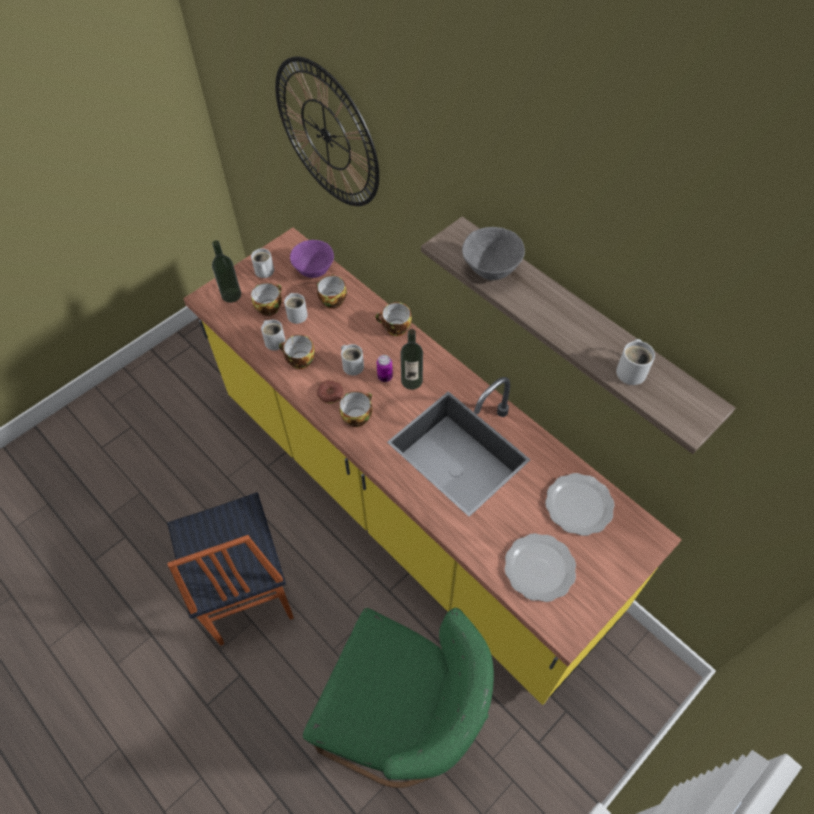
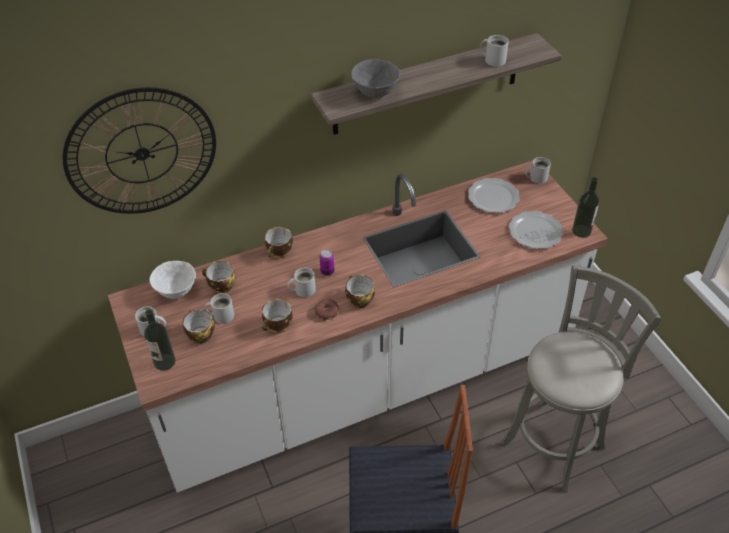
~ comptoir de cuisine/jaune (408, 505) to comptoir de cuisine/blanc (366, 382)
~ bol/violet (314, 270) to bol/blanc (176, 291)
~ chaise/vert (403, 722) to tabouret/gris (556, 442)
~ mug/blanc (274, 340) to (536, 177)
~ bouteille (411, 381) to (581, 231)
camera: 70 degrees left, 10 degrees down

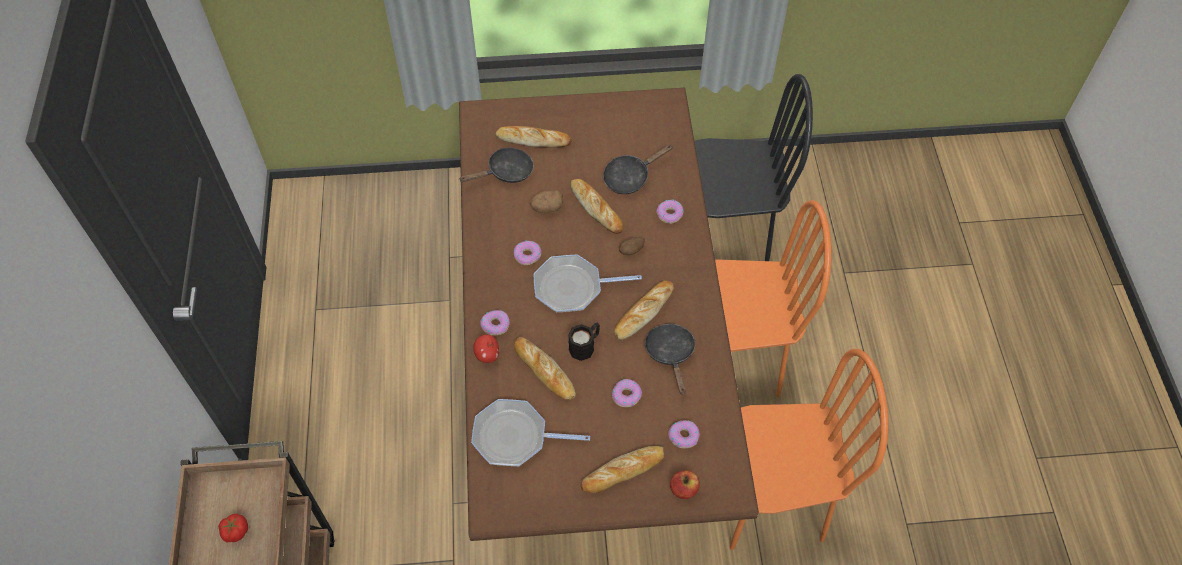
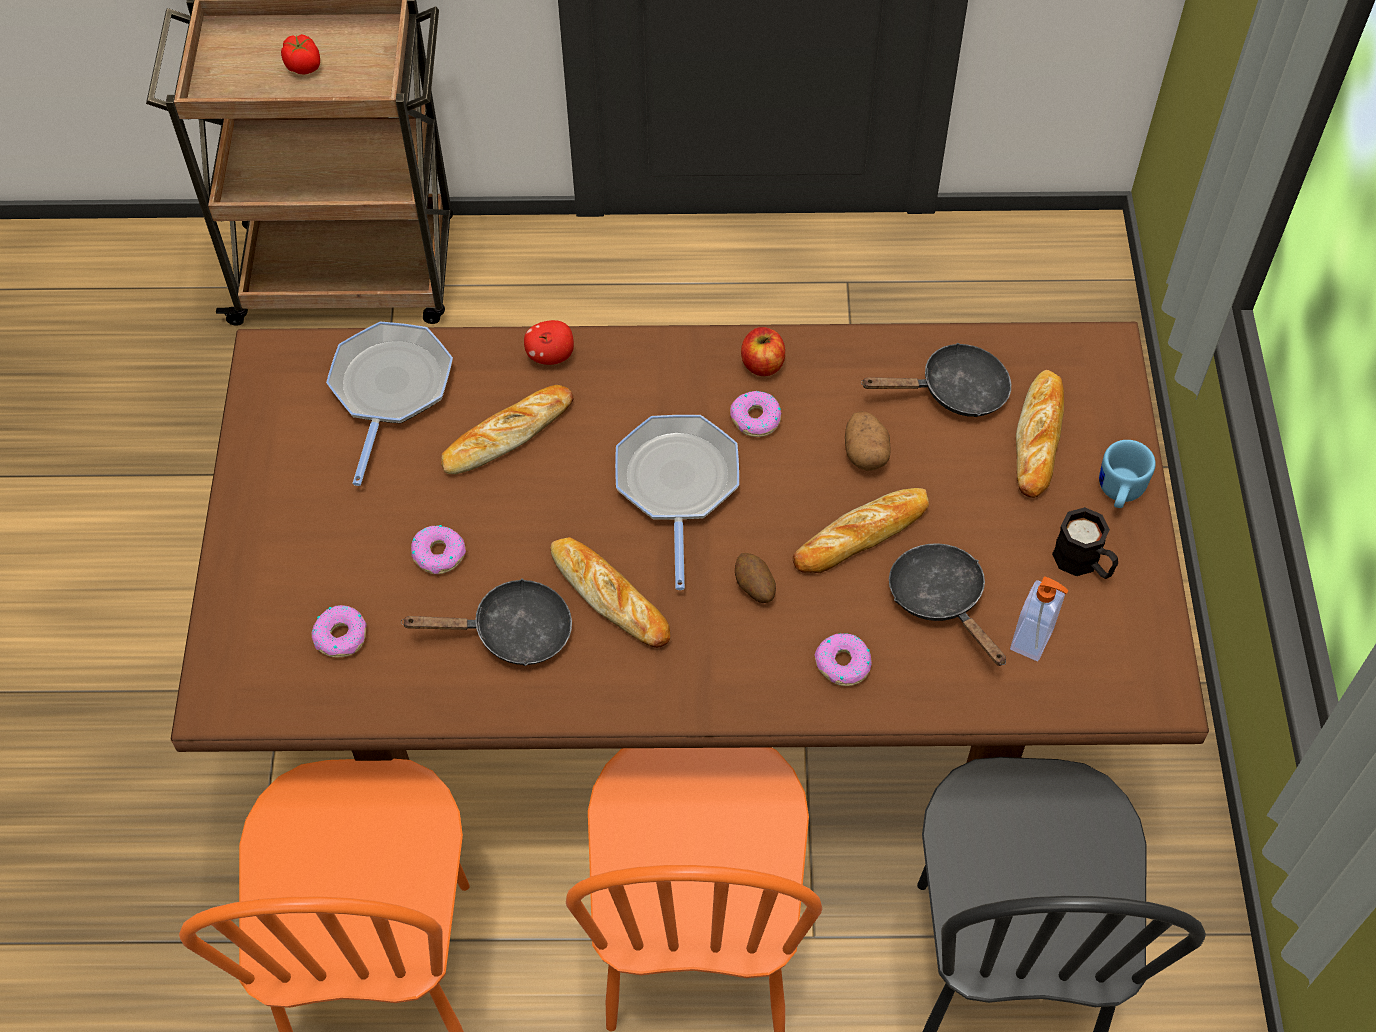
~ pomme (684, 489) to (762, 364)
~ poêle/noir (506, 172) = (954, 391) 75 degrees counterclockwise
+ distributeur de savon (1033, 640)
~ mug/noir (585, 346) to (1083, 563)
+ mug/bleu (1118, 492)
- beignet (495, 325)
- pain (623, 471)
camera: 95 degrees right, 0 degrees up

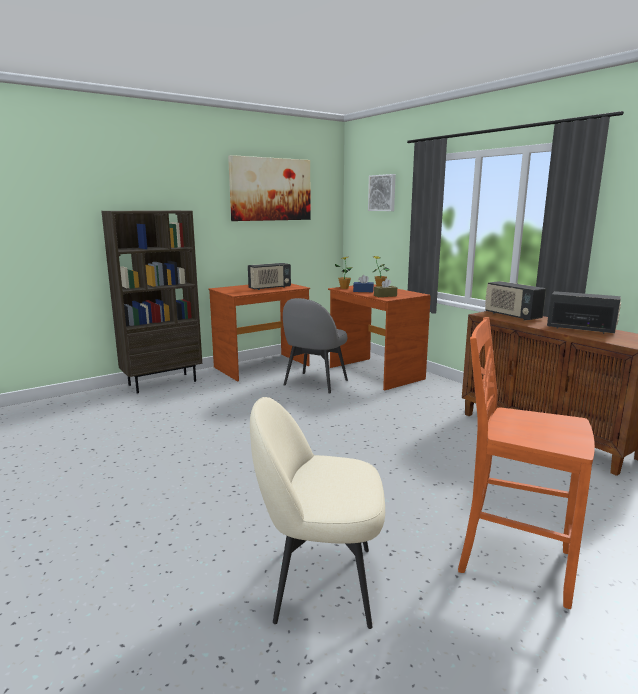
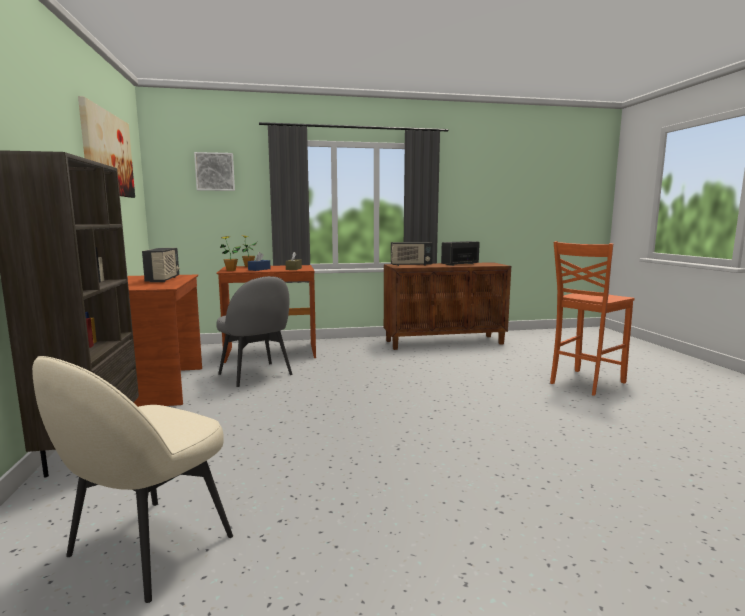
~ chaise/beige (320, 582) to (147, 548)
camera: 65 degrees left, 5 degrees down

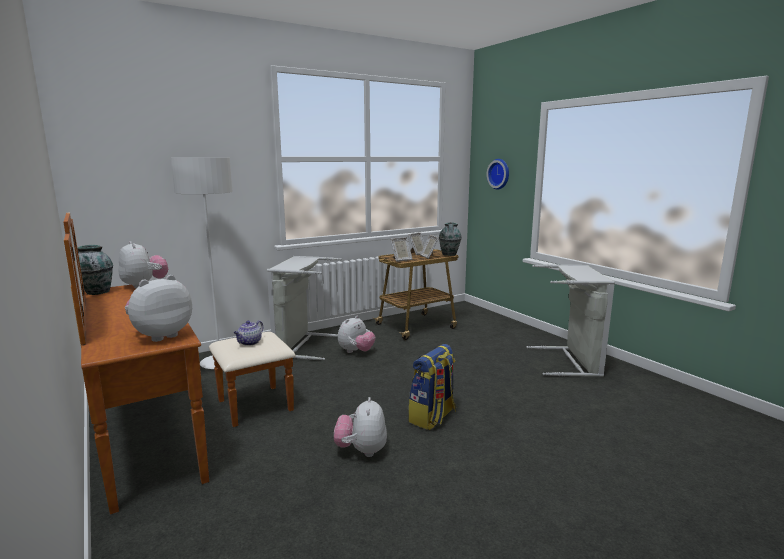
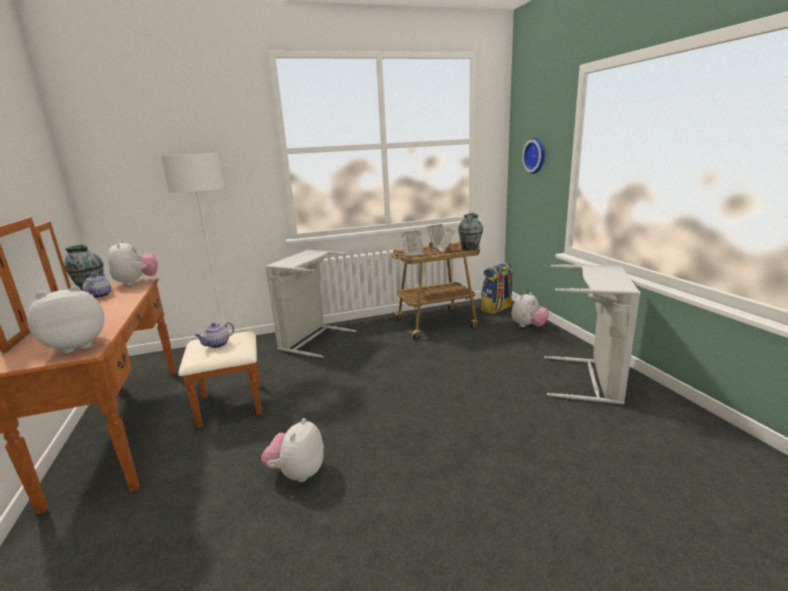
+ théière (99, 296)
~ sac à dos (433, 417) to (497, 309)
~ peluche (356, 351) to (528, 326)
camera: 15 degrees right, 5 degrees up

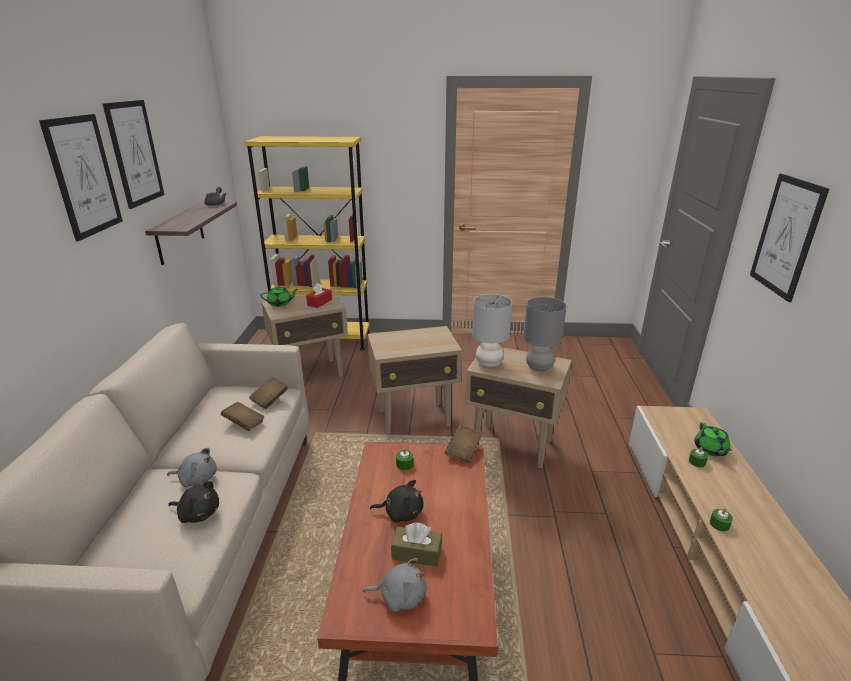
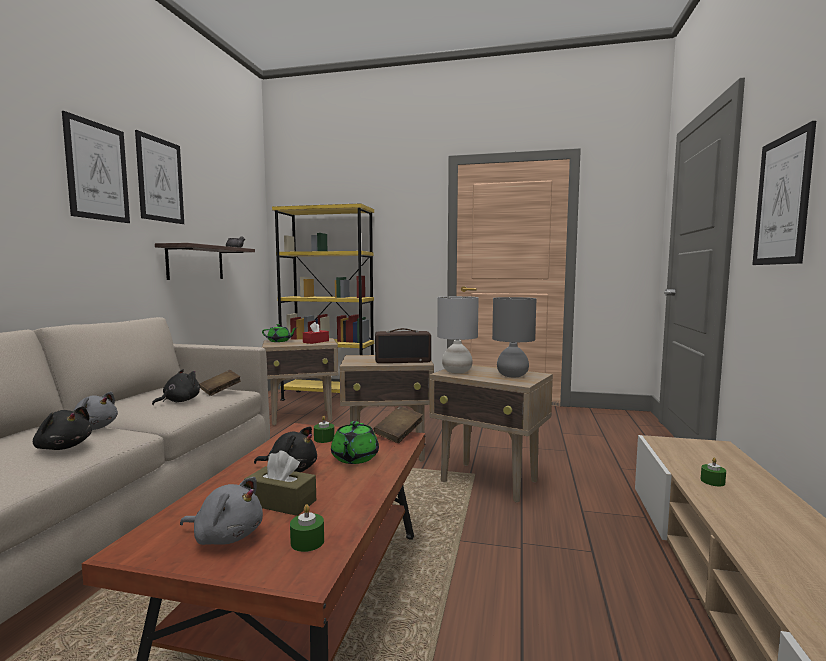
~ livre/marron (244, 424) to peluche/noir (179, 401)
~ bougie/vert (719, 524) to (307, 542)
~ théière/vert (710, 449) to (354, 458)
+ radio (403, 360)
camera: 10 degrees right, 20 degrees down

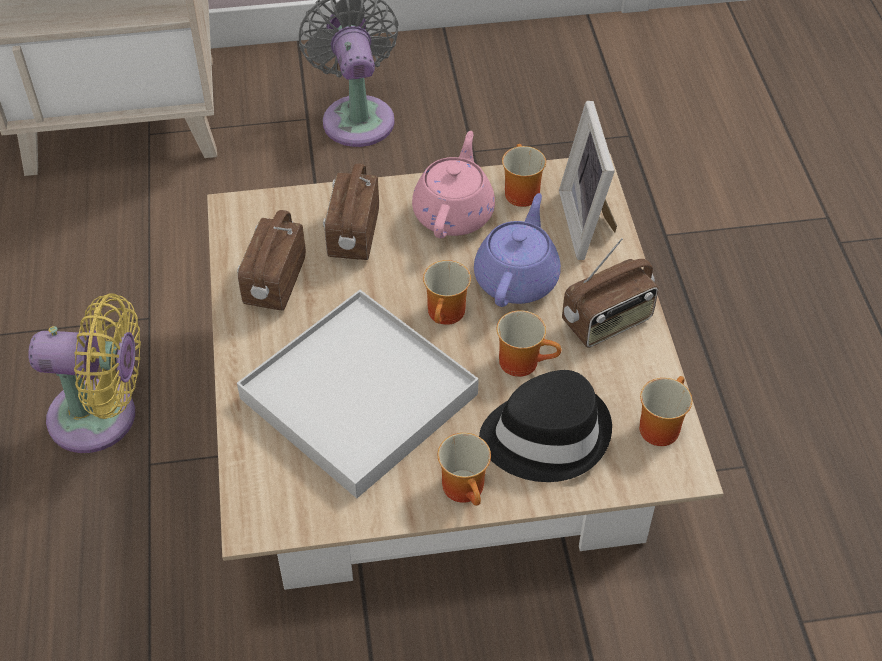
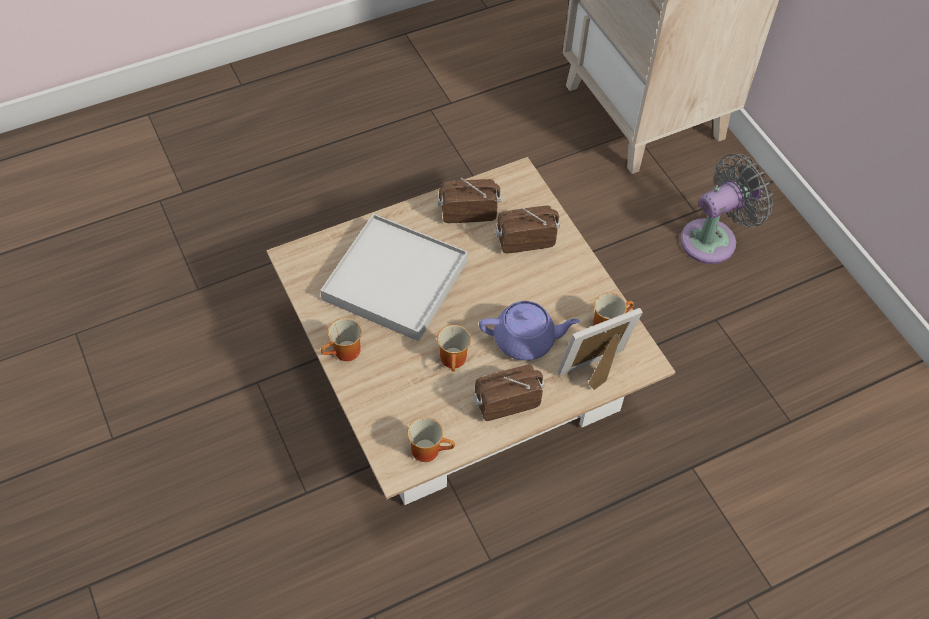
~ radio (607, 323) = (506, 402) 120 degrees clockwise
- ventilateur/jaune (102, 417)
- théière/rose (454, 212)
- mug (448, 315)
- chapeau/noir (545, 435)
camera: 70 degrees right, 5 degrees up

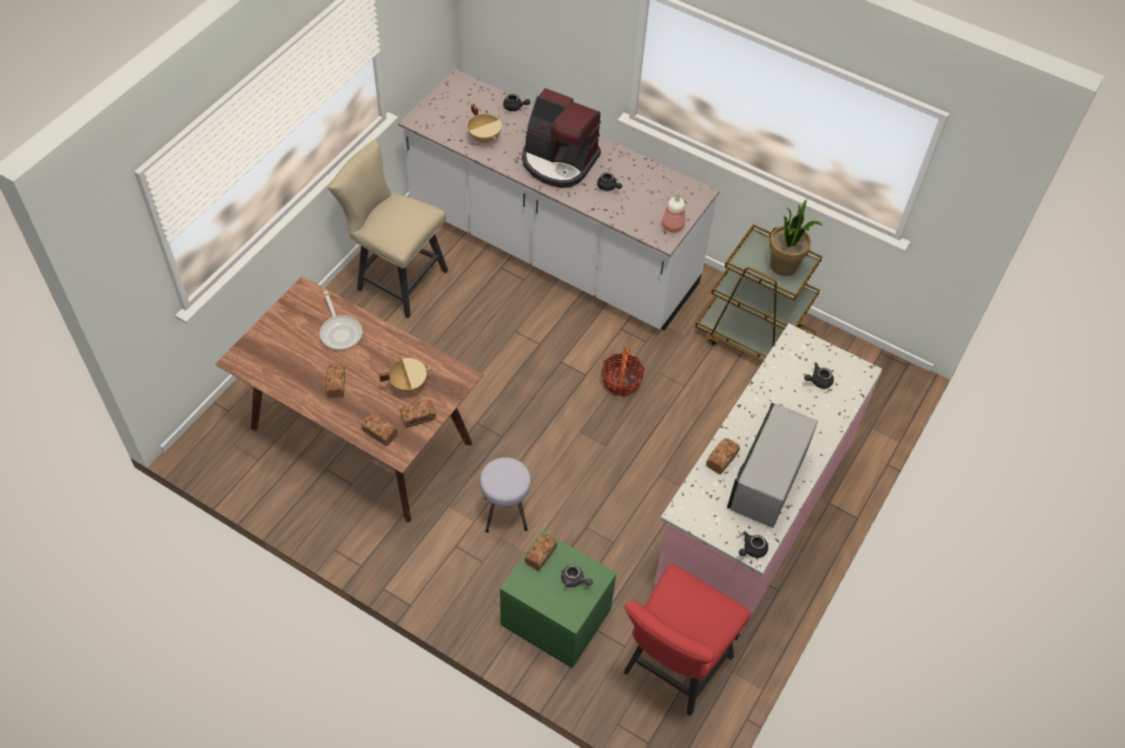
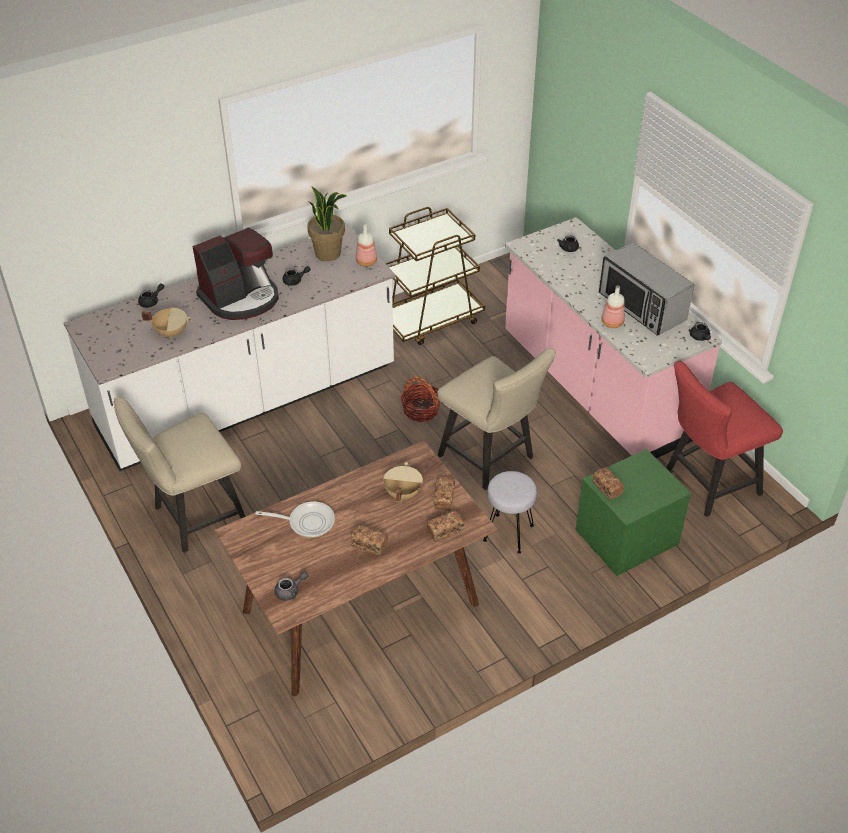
~ théière/gris (575, 580) to (291, 591)
~ plante en pot (784, 265) to (328, 253)
+ chaise/beige (491, 459)
~ pain (721, 459) to bouteille (611, 322)
~ chaise/rouge (672, 670) = (706, 485) 90 degrees clockwise
camera: 60 degrees left, 10 degrees down

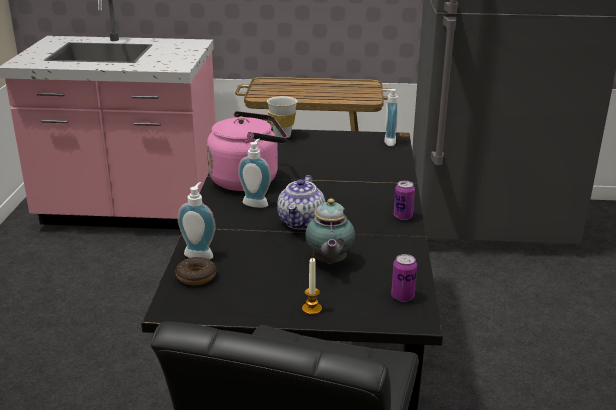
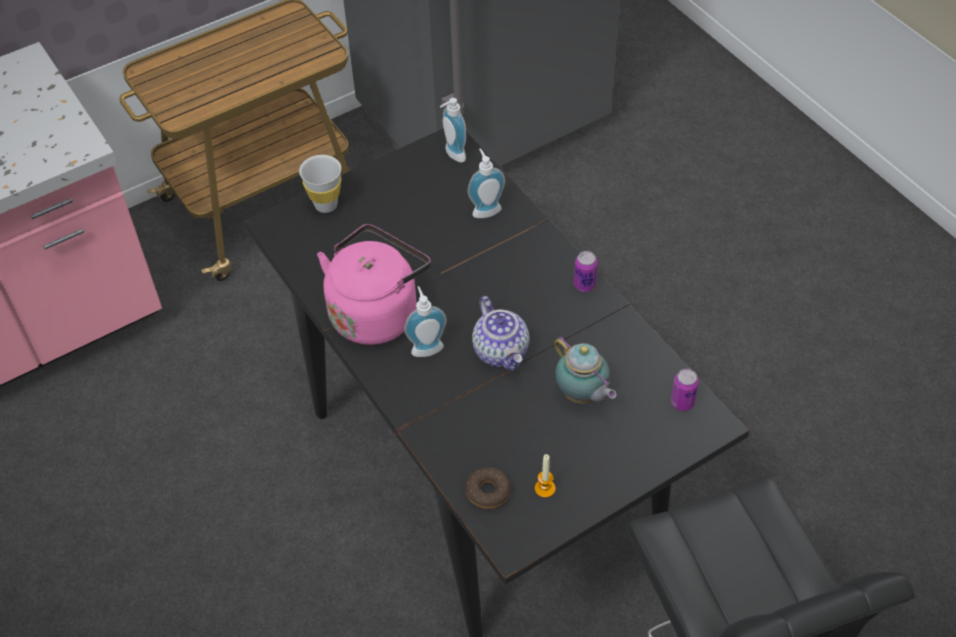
~ distributeur de savon (200, 254) to (485, 209)
~ bougie (311, 309) to (545, 488)
camera: 35 degrees left, 25 degrees up

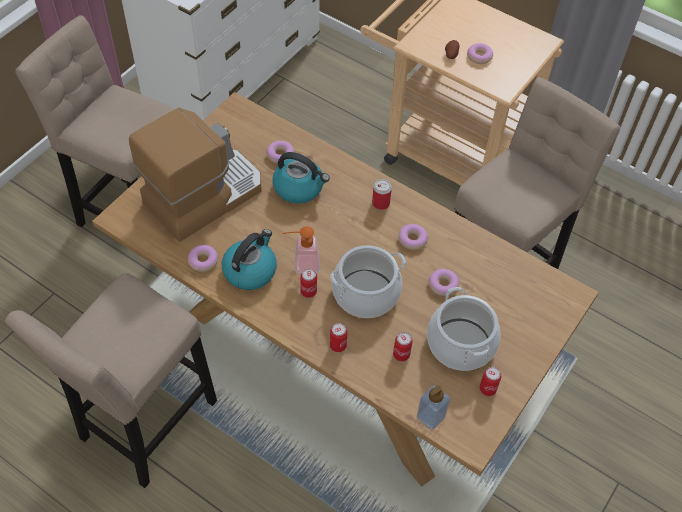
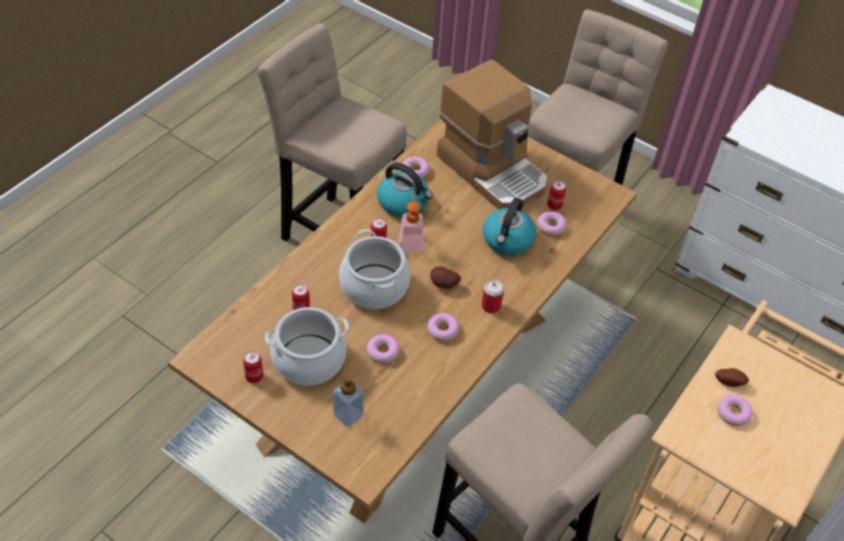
~ distributeur de savon (430, 417) to (348, 415)
+ pomme de terre (443, 285)
~ boîte métallique (338, 345) to (554, 205)
camera: 90 degrees right, 5 degrees down

